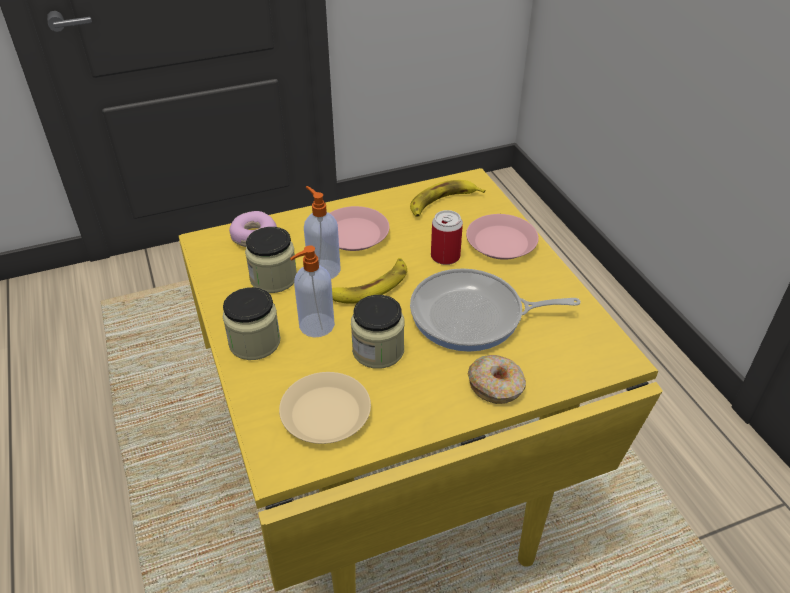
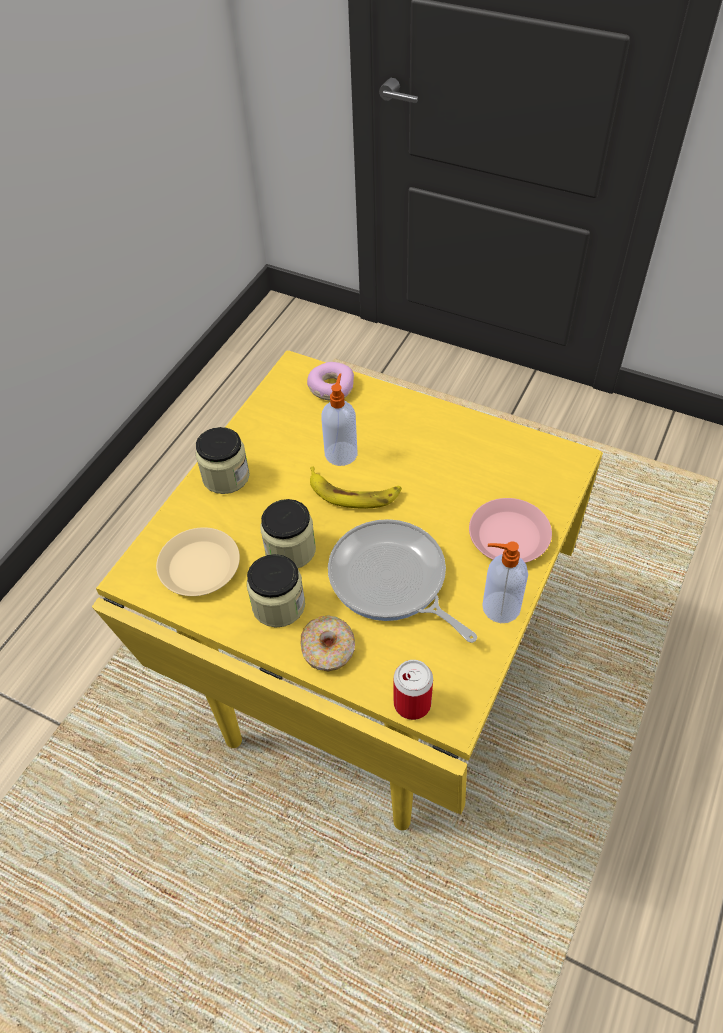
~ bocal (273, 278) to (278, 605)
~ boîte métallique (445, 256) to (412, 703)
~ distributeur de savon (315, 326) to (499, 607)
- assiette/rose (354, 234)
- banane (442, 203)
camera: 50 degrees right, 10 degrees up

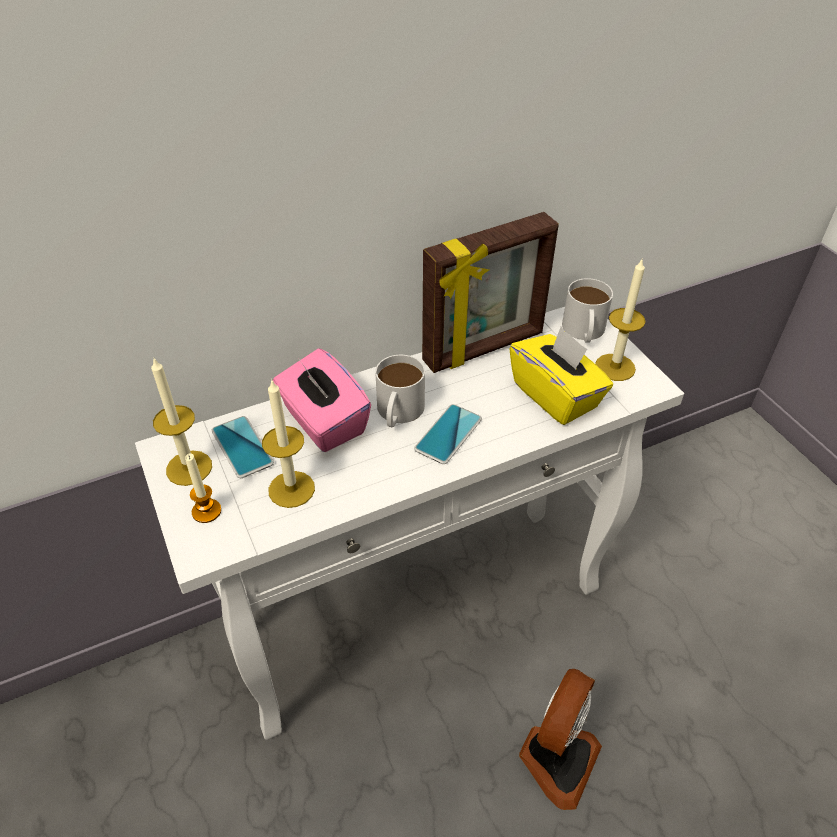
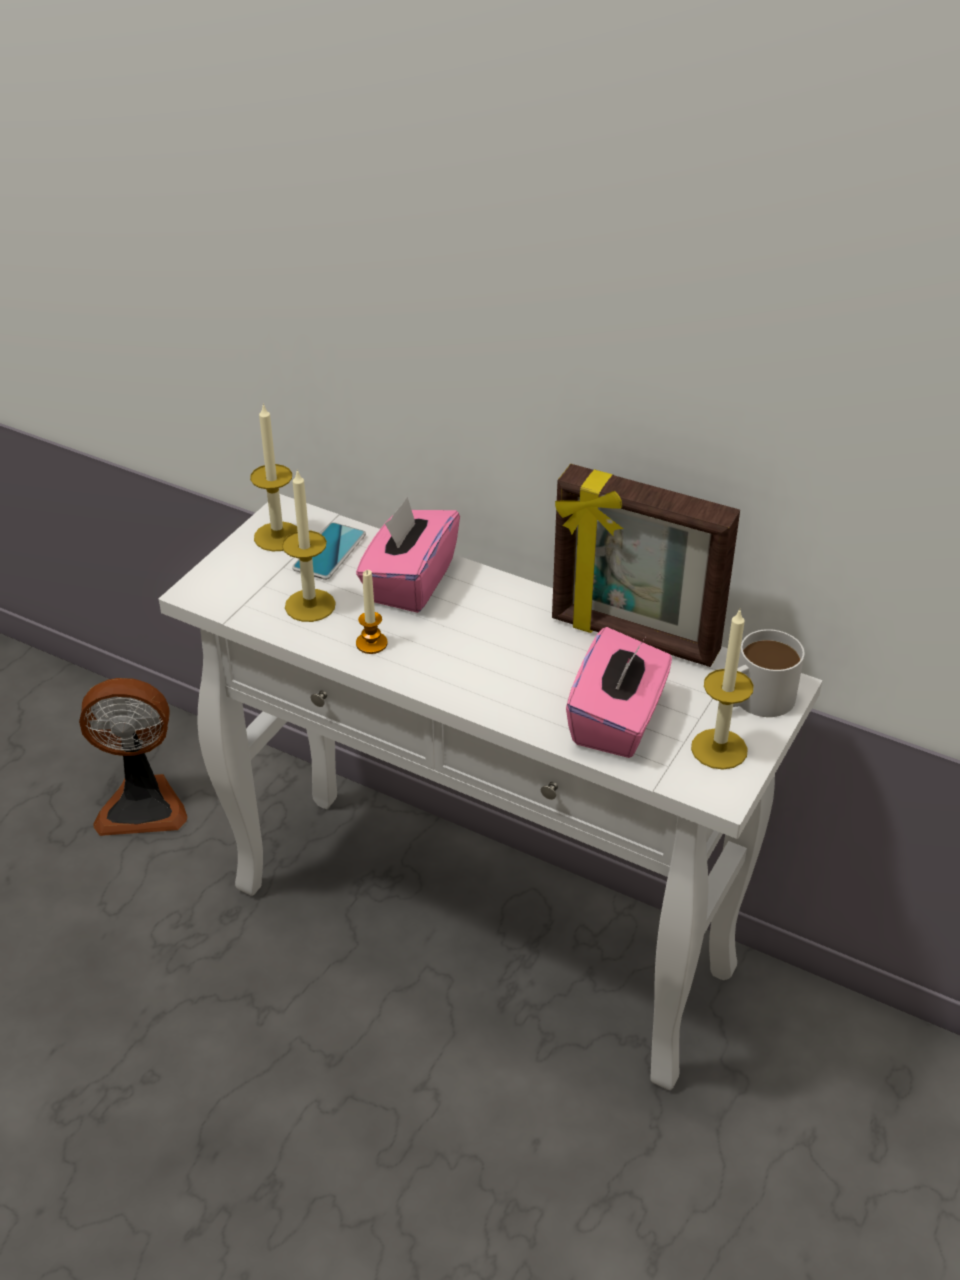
~ ventilateur (556, 759) to (142, 805)
~ bougie (206, 511) to (371, 643)
~ boîte à mouchoirs/jaune (556, 396) to boîte à mouchoirs/rose (617, 721)
- mug/blanc (398, 413)
- téléphone (448, 434)
camera: 55 degrees right, 5 degrees down

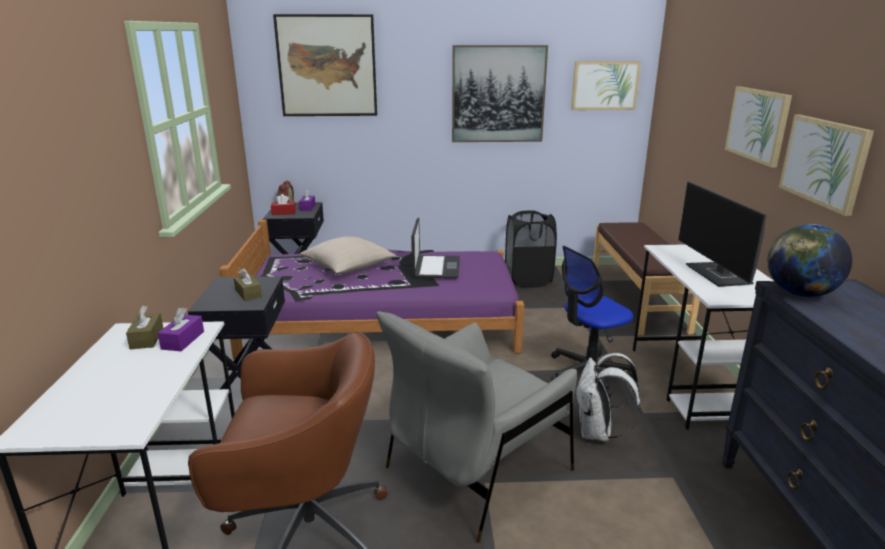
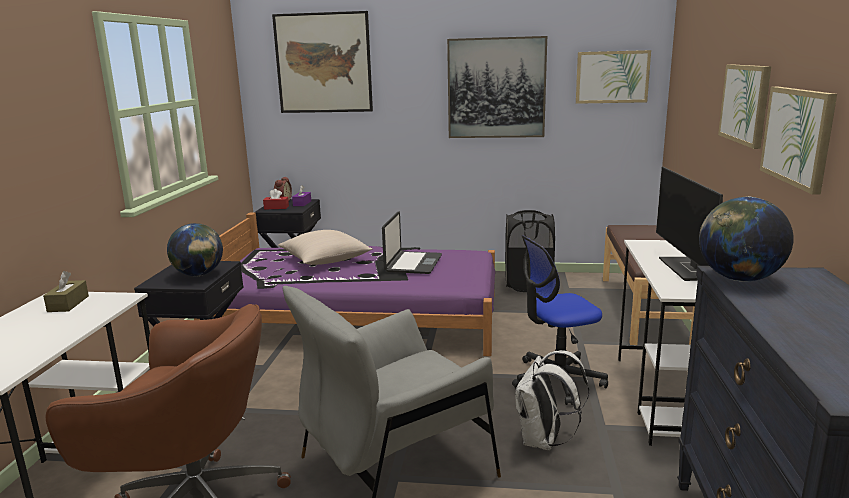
~ boîte à mouchoirs/marron (248, 293) to globe (198, 275)
- boîte à mouchoirs/violet (183, 340)
camera: 10 degrees right, 5 degrees down

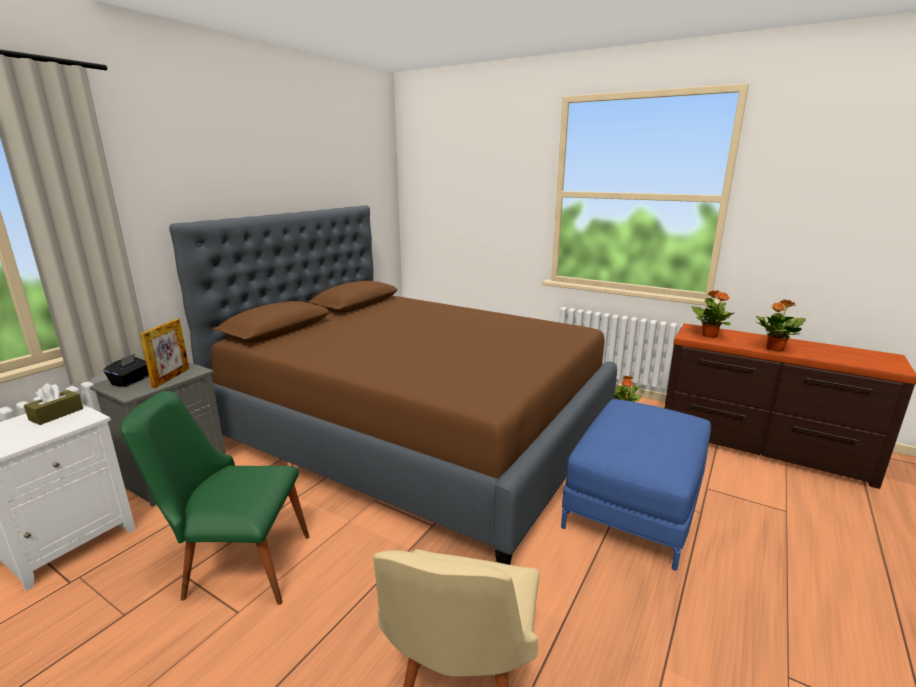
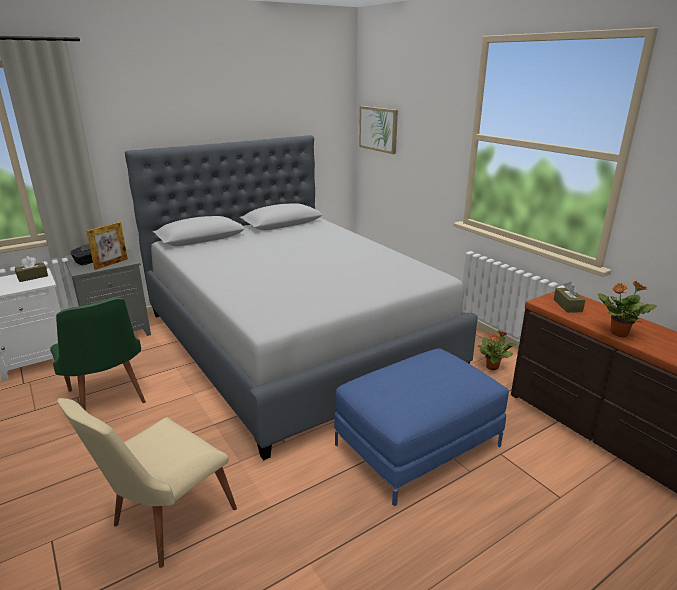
~ chaise/vert (237, 565) = (108, 401) 150 degrees counterclockwise
~ lit/marron (416, 431) to lit/gris (295, 340)
+ tableau (378, 129)
~ plante en pot (709, 335) to boîte à mouchoirs/marron (567, 305)
camera: 25 degrees right, 5 degrees up

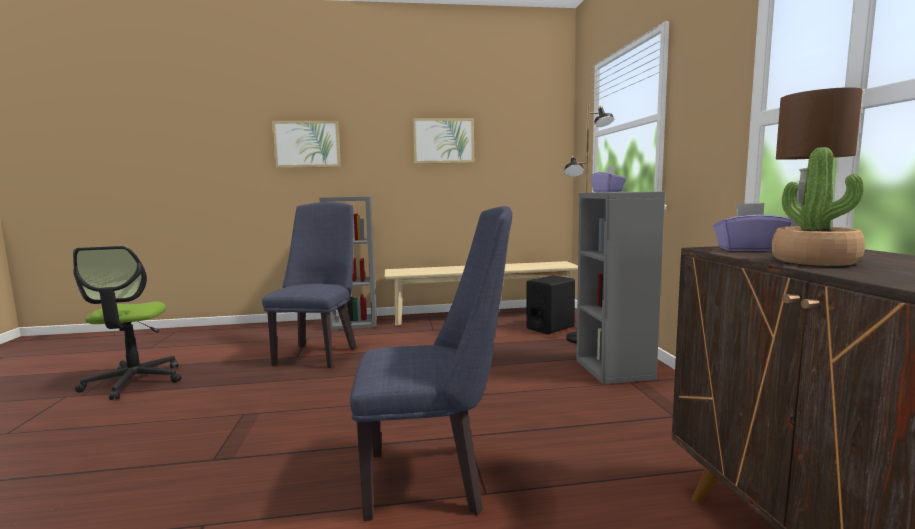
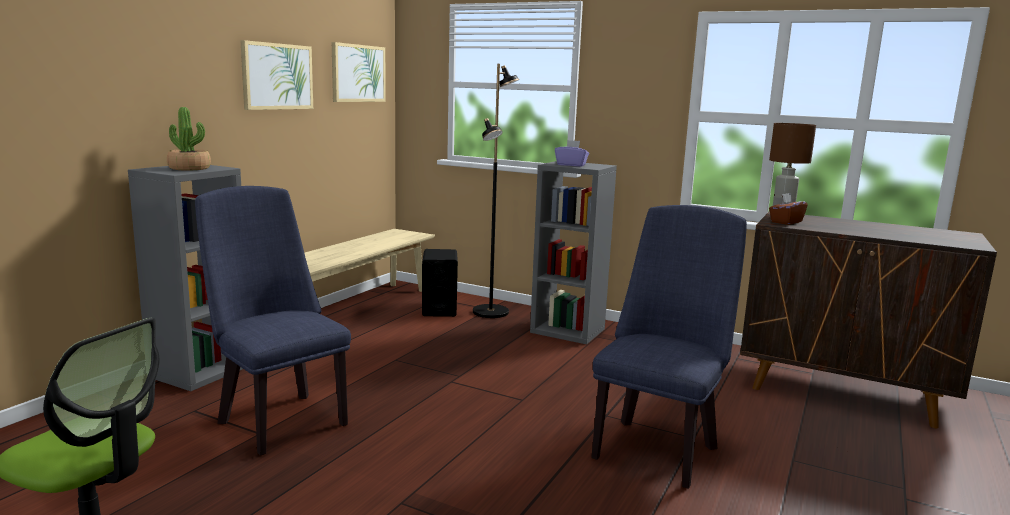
~ plante en pot (814, 261) to (189, 168)
~ tableau (307, 144) to (358, 73)
~ boîte à mouchoirs/violet (748, 249) to boîte à mouchoirs/marron (786, 222)
camera: 55 degrees left, 5 degrees up

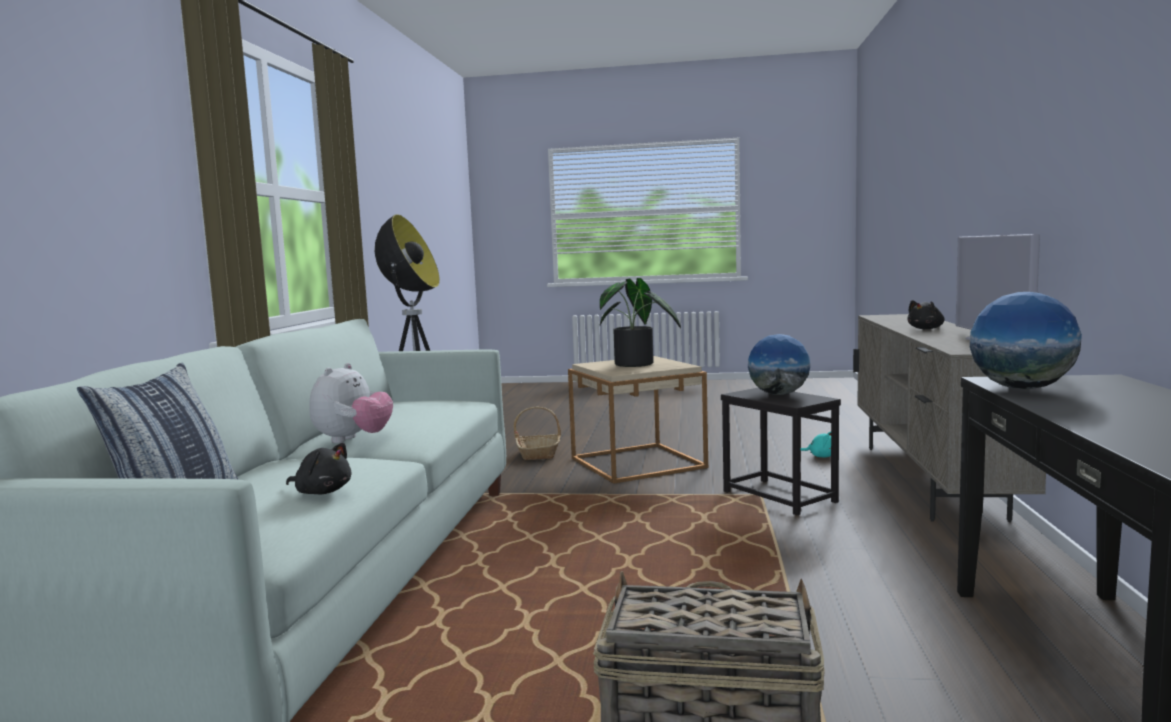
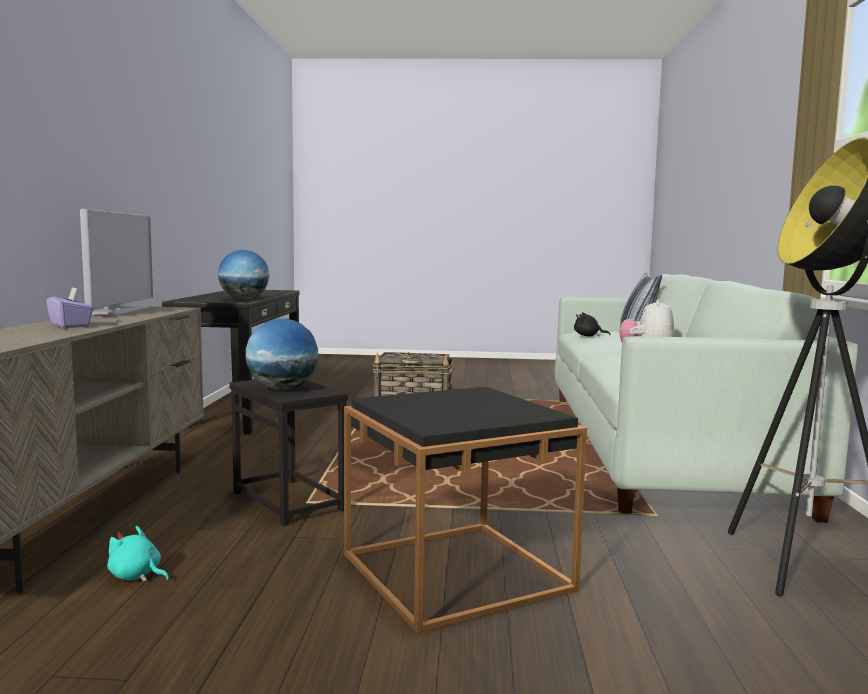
~ peluche/noir (926, 329) to boîte à mouchoirs/violet (71, 326)
~ table d'appoint/beige (637, 463) to table d'appoint/noir (455, 572)
- panier (539, 453)
- plante en pot (636, 365)
camera: 175 degrees right, 0 degrees up

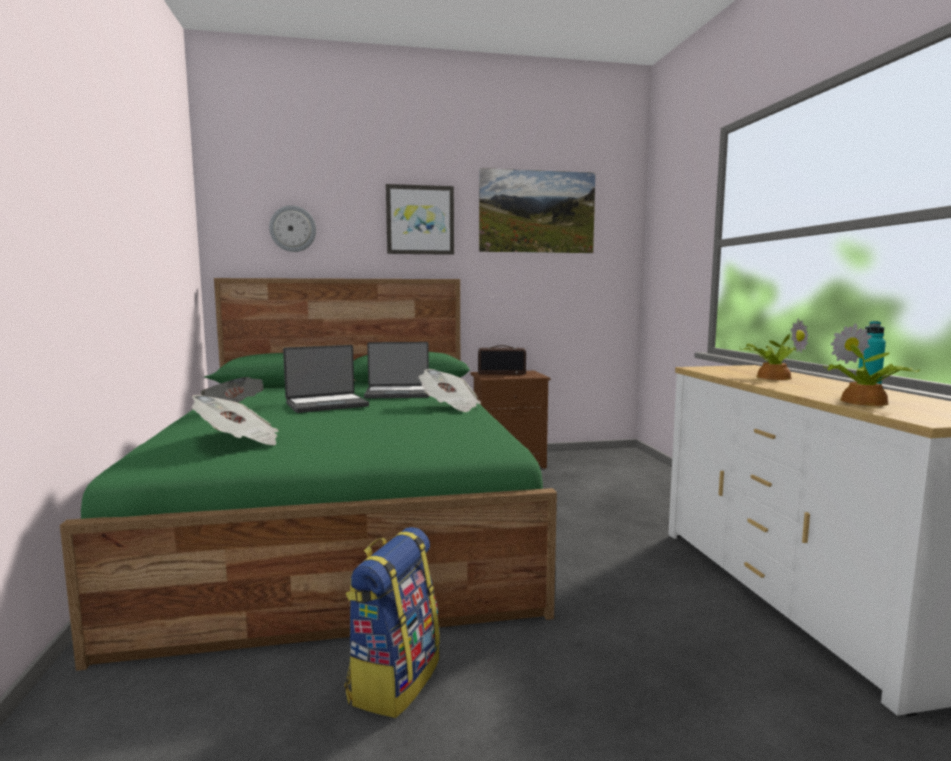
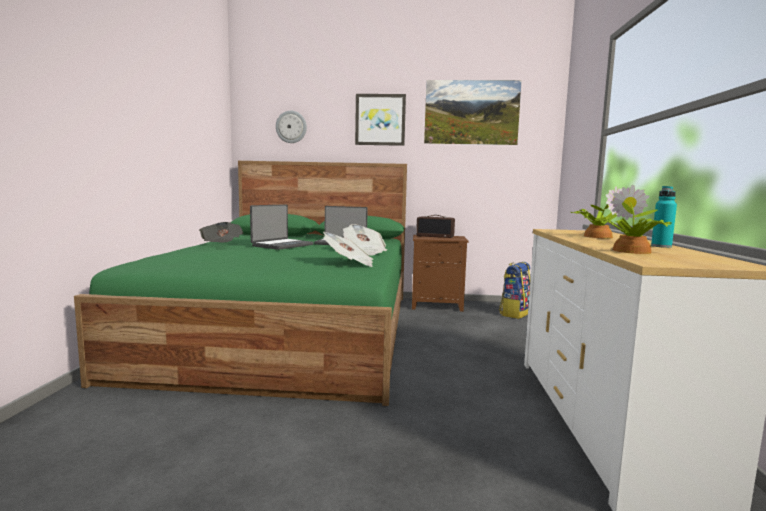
~ ordinateur portable (326, 404) = (282, 245) 45 degrees counterclockwise
~ journal (239, 442) to (349, 264)
~ sac à dos (393, 680) to (514, 313)
camera: 15 degrees right, 0 degrees up

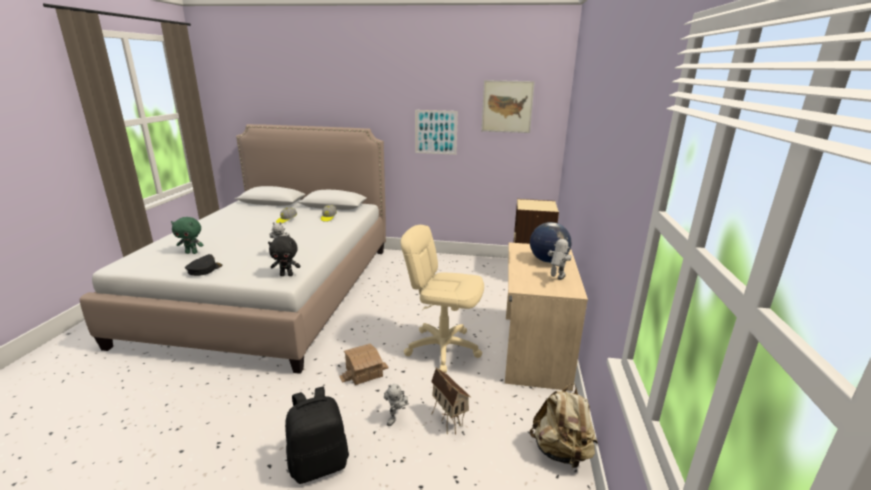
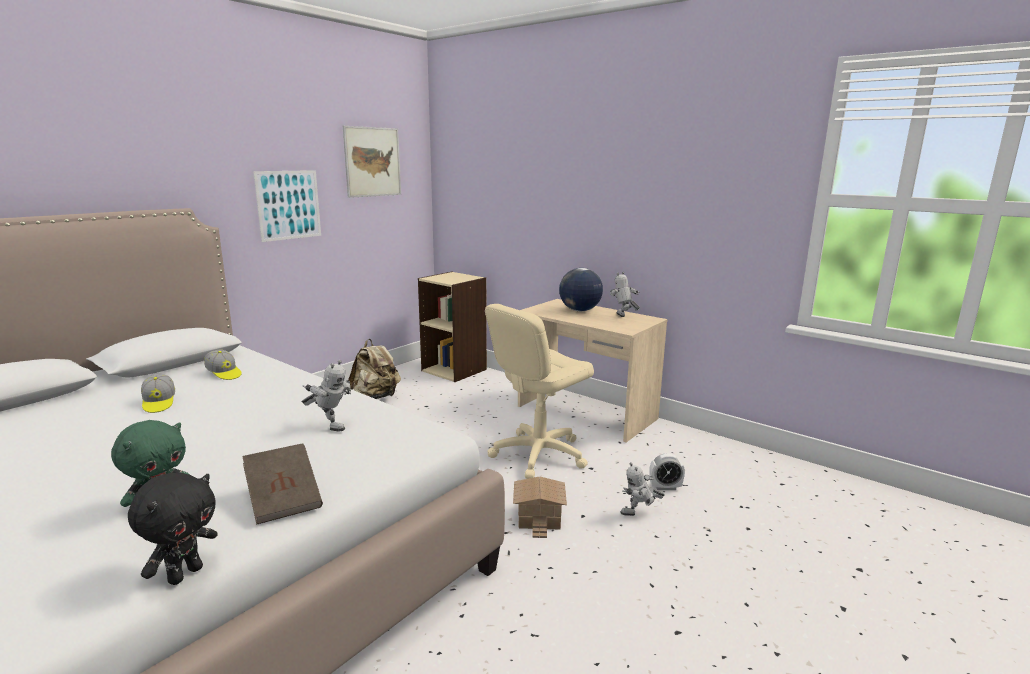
~ peluche/noir (287, 275) to (185, 574)
~ casquette/noir (204, 269) to livre/marron (284, 499)
~ sac à dos/beige (561, 452) to (375, 397)
~ robot jouet (397, 417) = (639, 515) 120 degrees clockwise
~ maison miniature (449, 422) to réveil (665, 487)
- sac à dos/noir (319, 464)
camera: 60 degrees left, 5 degrees down

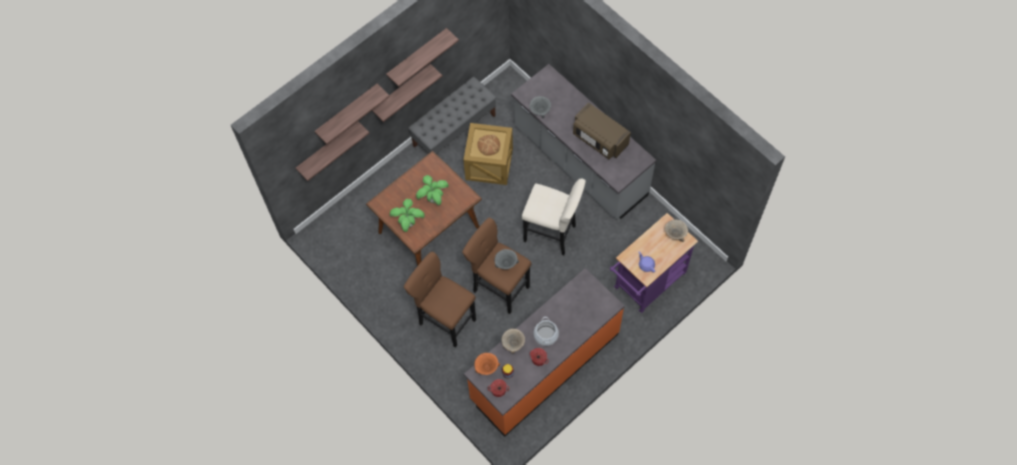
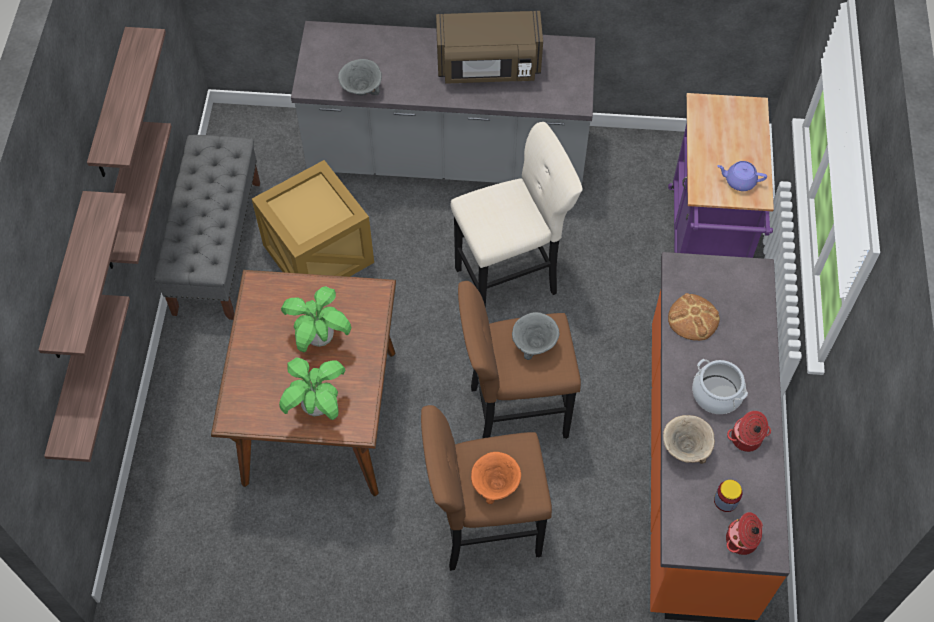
~ bol/orange (486, 367) to (494, 485)
~ pain (489, 145) to (693, 318)
- bol/beige (675, 234)
camera: 45 degrees left, 5 degrees down

